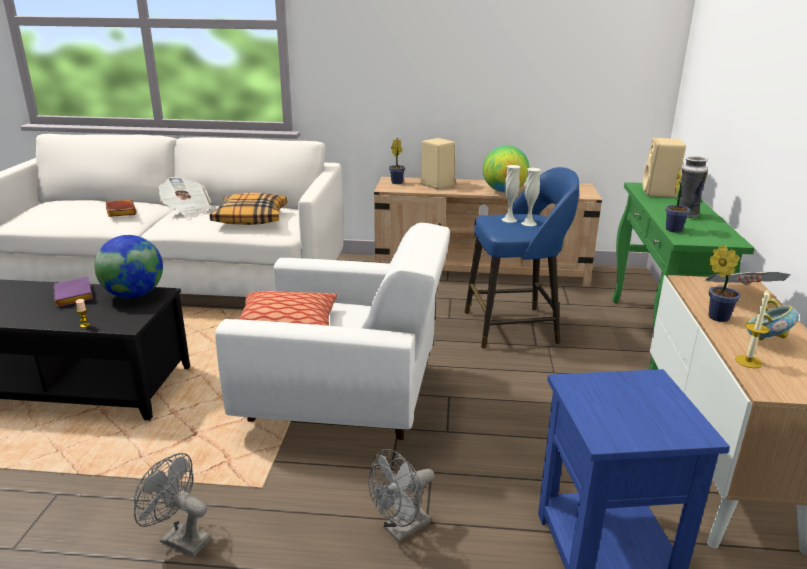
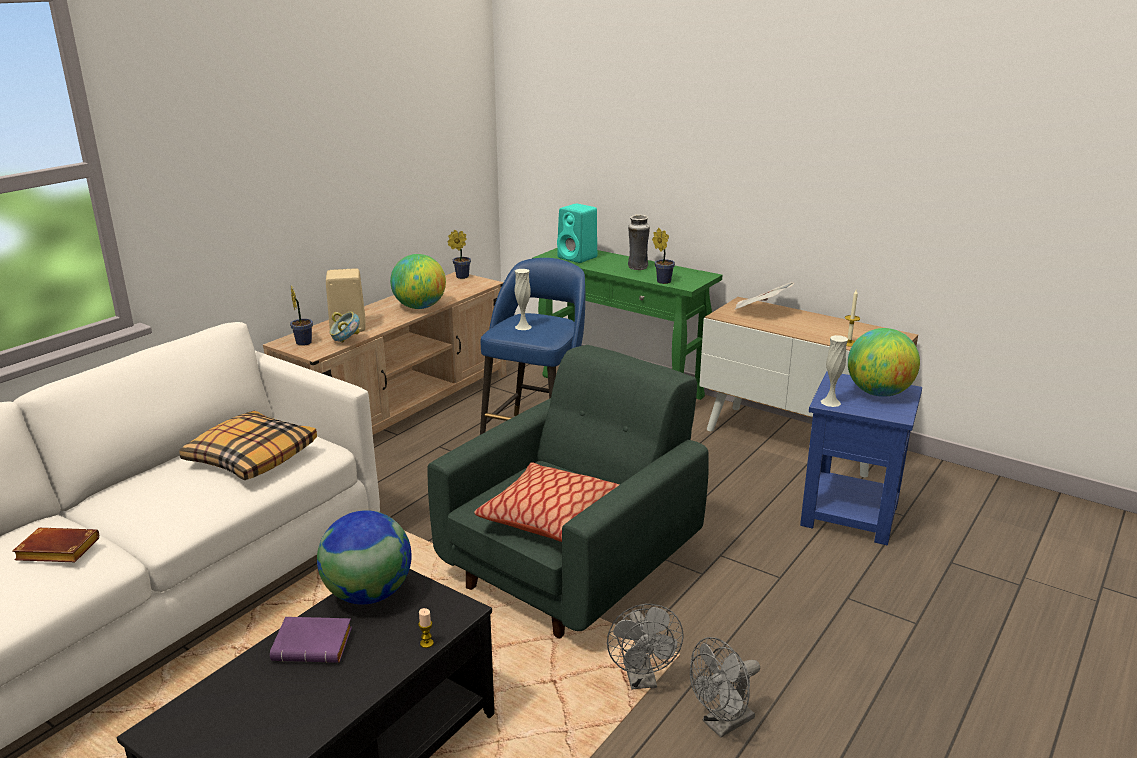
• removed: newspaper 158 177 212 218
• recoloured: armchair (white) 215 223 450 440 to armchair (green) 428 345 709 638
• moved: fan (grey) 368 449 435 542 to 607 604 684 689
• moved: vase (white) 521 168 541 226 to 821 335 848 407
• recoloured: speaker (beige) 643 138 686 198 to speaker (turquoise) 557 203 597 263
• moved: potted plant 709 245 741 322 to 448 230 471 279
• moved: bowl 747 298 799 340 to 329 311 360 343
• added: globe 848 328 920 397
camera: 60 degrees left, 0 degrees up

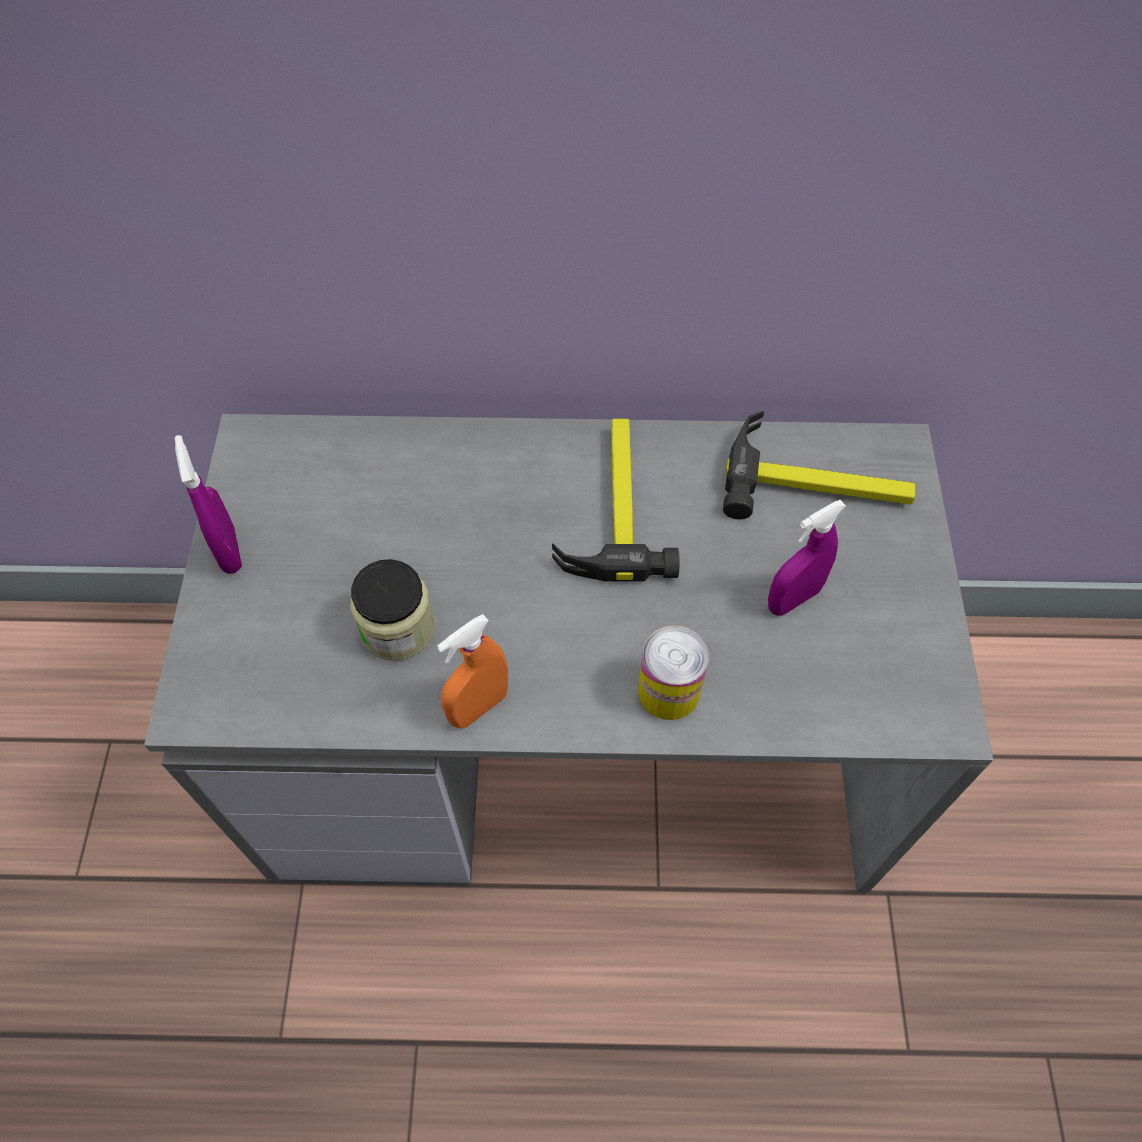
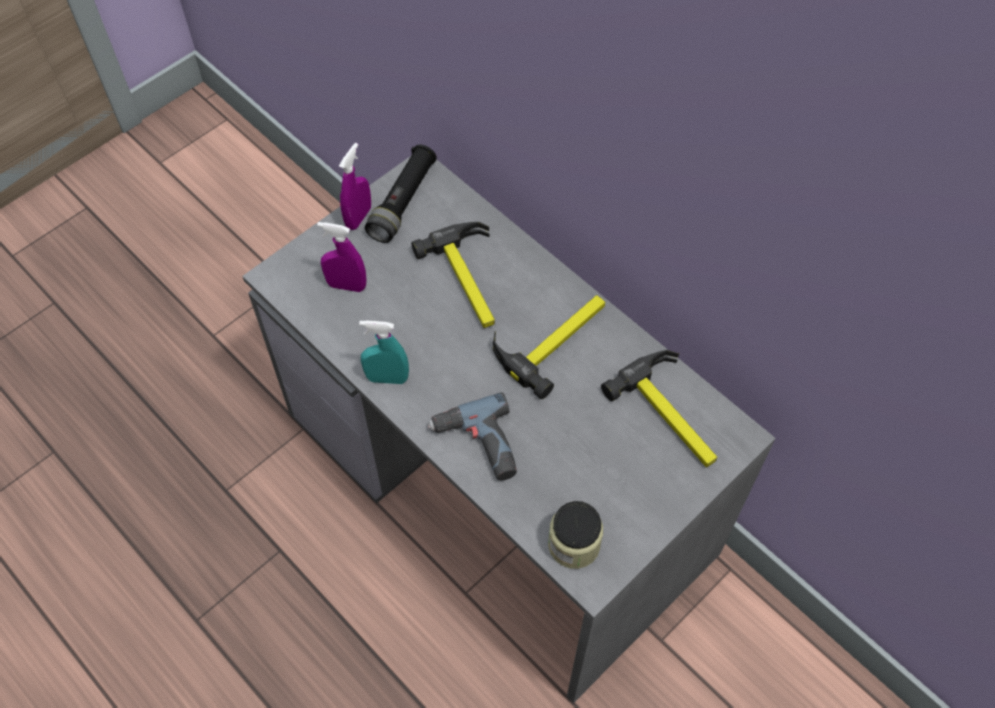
• moved: jar 350 559 435 661 to 548 501 603 569
• recoloured: spray bottle (orange) 437 614 508 728 to spray bottle (turquoise) 359 320 409 384
• replaced: can 638 625 709 720 to power drill 427 393 517 480
• moved: spray bottle (purple) 768 500 846 616 to 317 222 367 292
• added: flashlight (black) 365 144 437 243
• added: hammer 411 222 495 328
camera: 45 degrees right, 0 degrees up

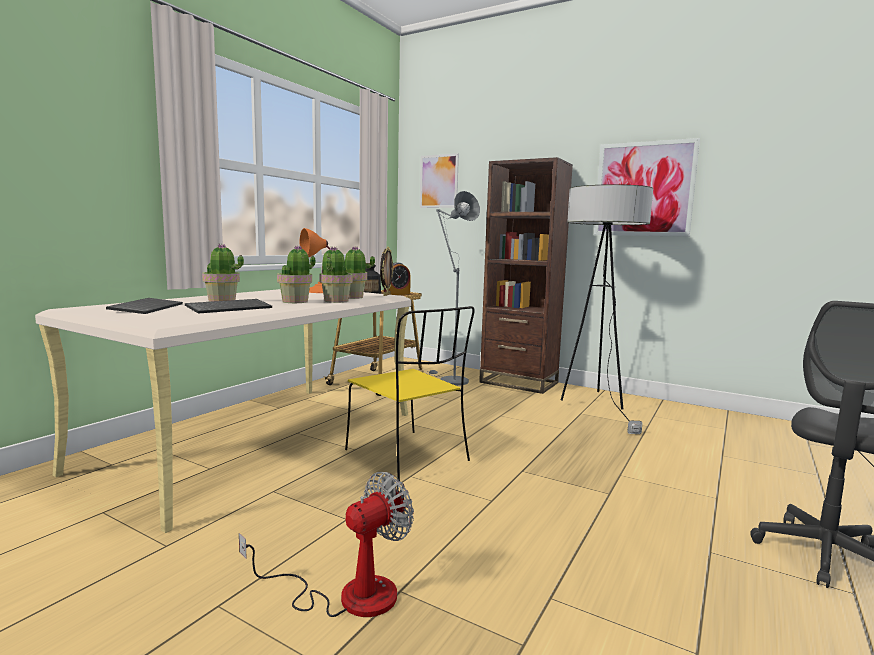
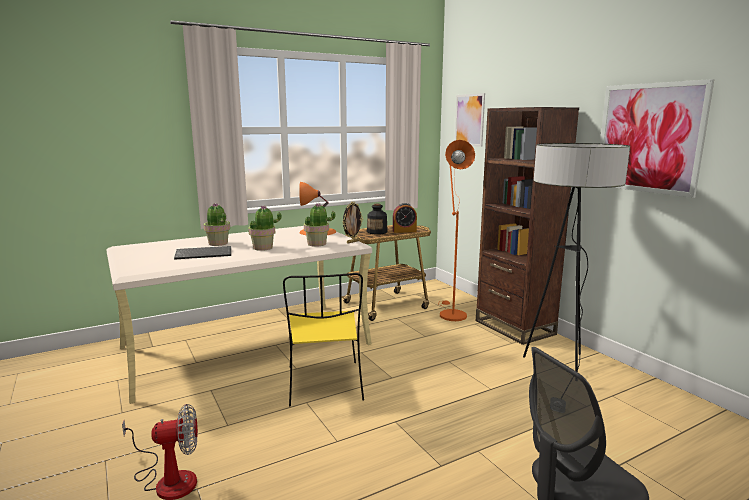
• removed: keyboard 106 298 183 314
• removed: potted plant 319 246 353 303
• recoloured: floor lamp (grey) 427 191 480 386 to floor lamp (orange) 440 140 475 321
camera: 30 degrees right, 5 degrees up

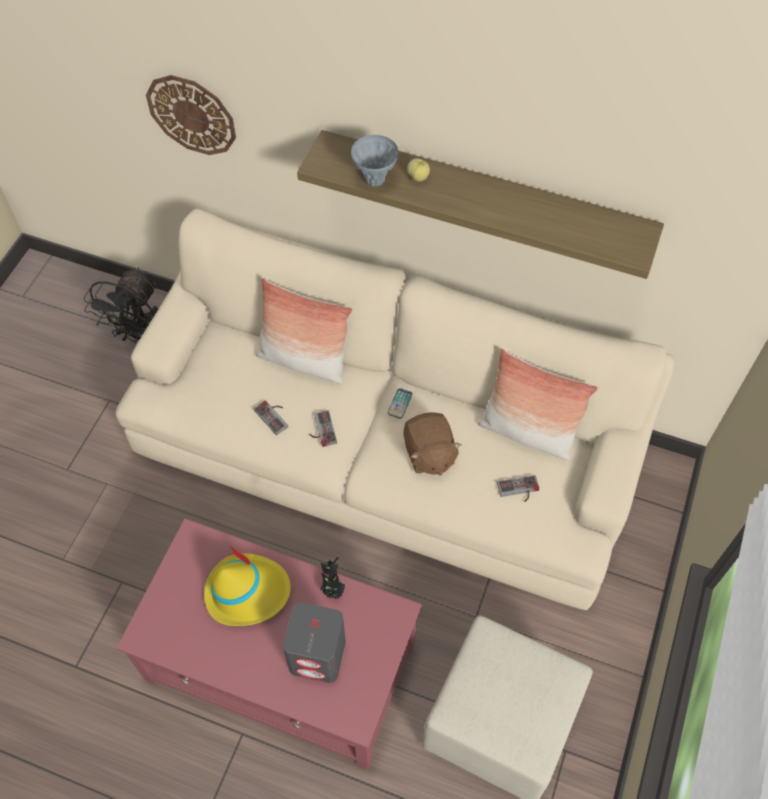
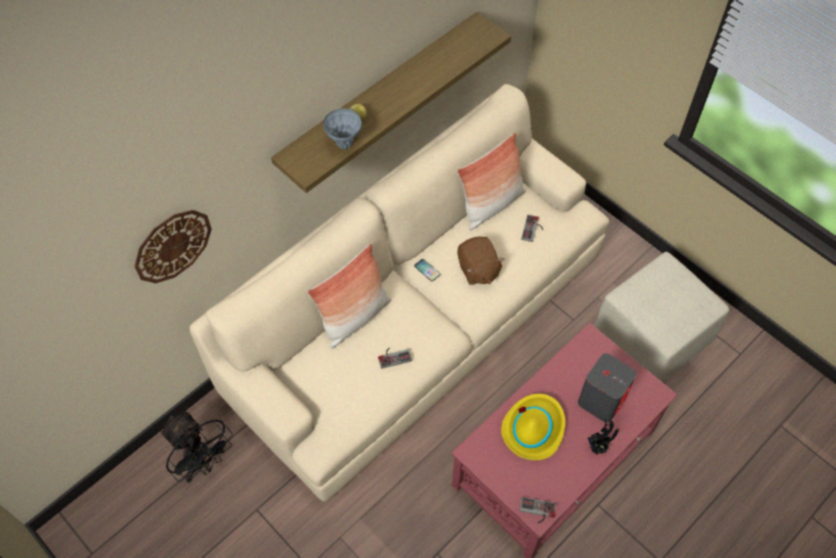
• moved: game controller 309 410 337 447 to 520 497 556 523
• moved: potted plant 320 557 346 599 to 588 418 619 455
• turned: plush toy (brown) 403 412 462 476 = 457 237 504 285 60 degrees clockwise
camera: 65 degrees left, 0 degrees up

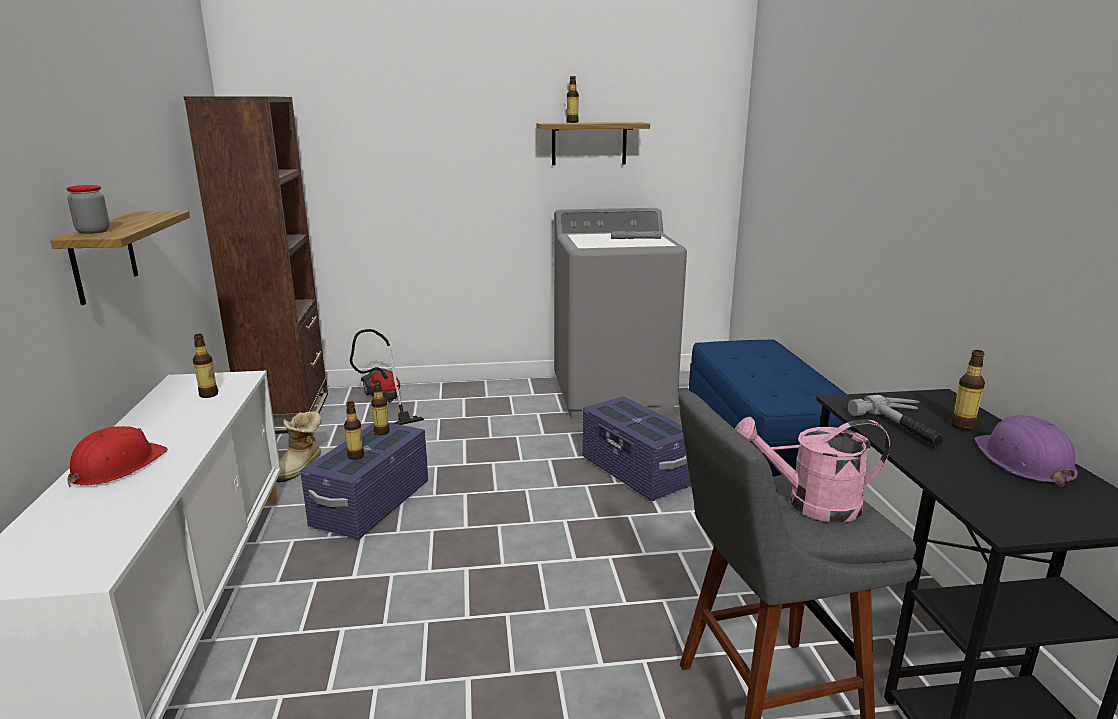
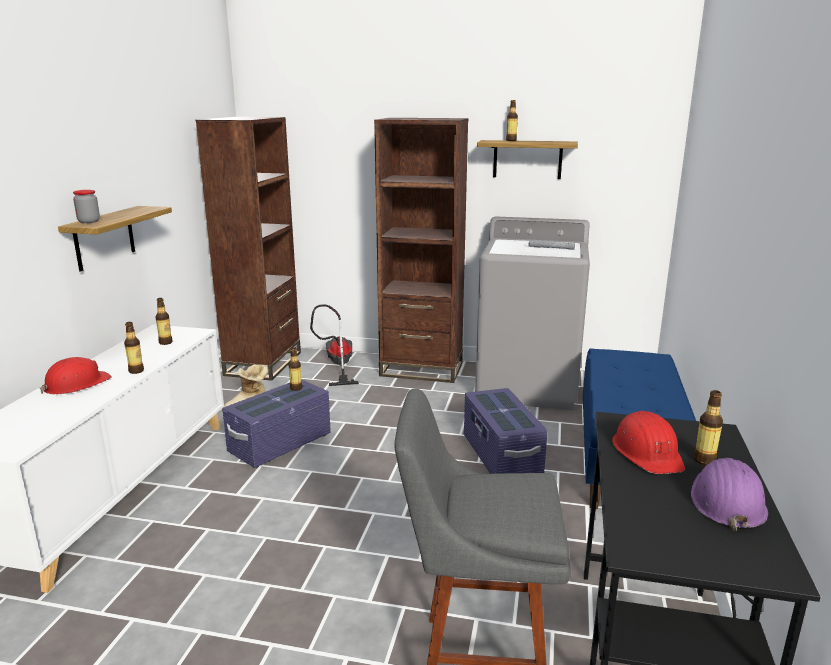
• moved: bottle 344 401 364 460 to 124 322 144 374
• removed: watering can (pink) 735 417 890 523
• replaced: hammer 848 395 943 446 to hard hat (red) 612 411 685 474
• added: bookcase (brown) 374 118 468 383
camera: 20 degrees right, 0 degrees up

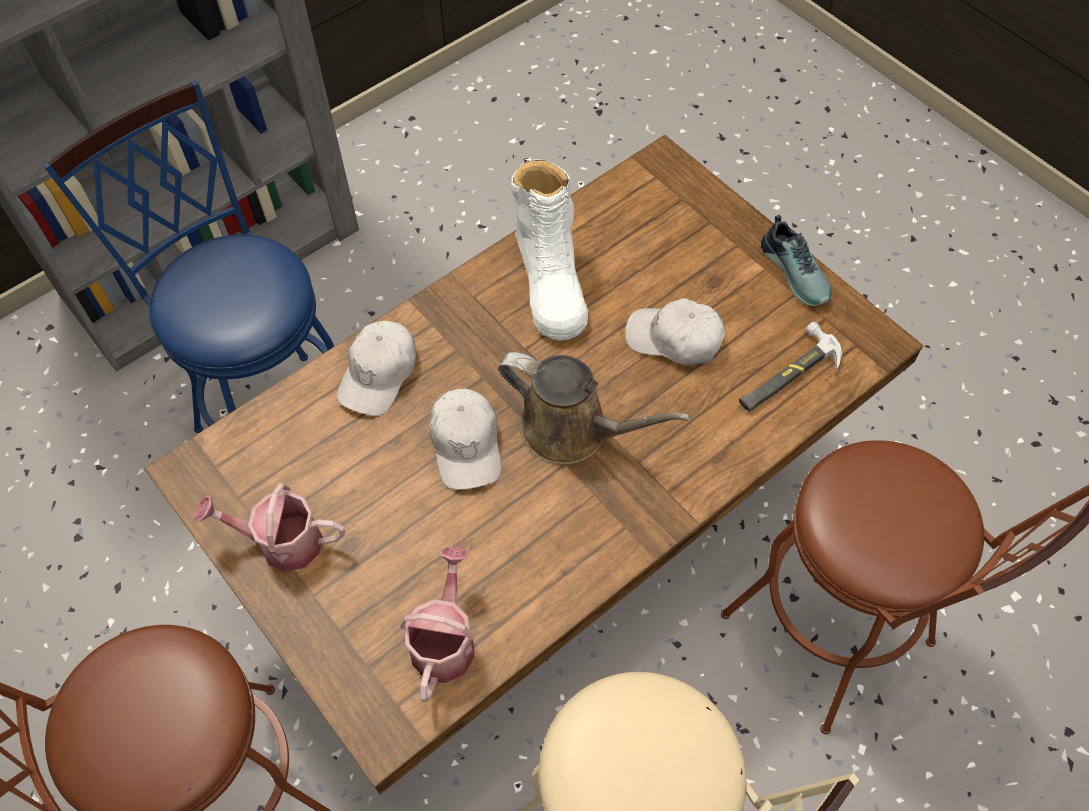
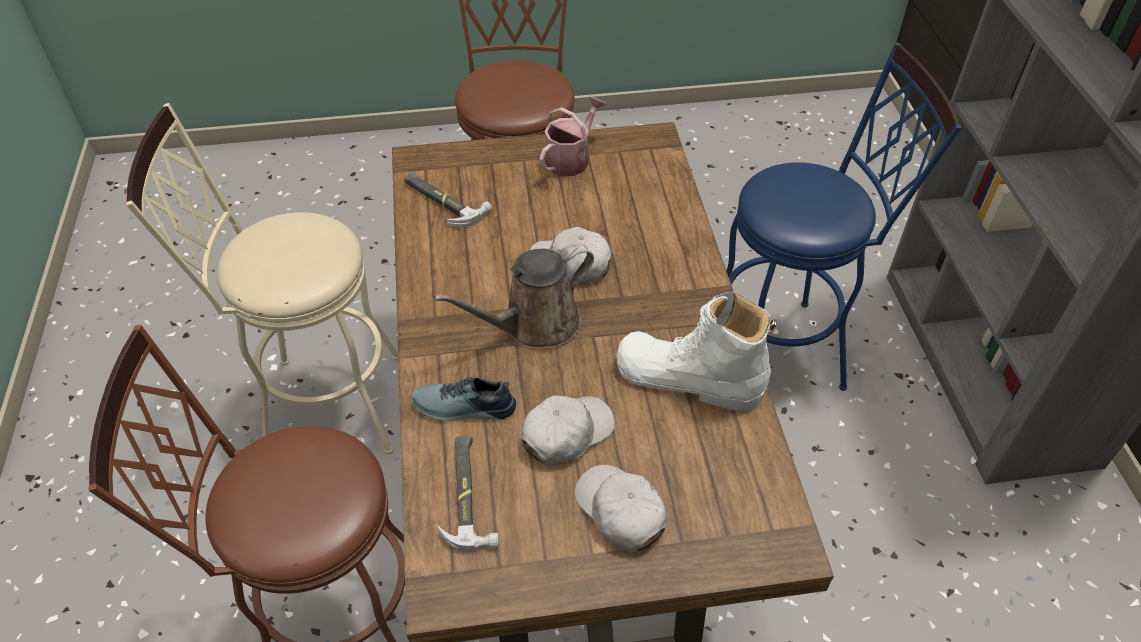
• moved: cap (white) 337 321 416 416 to 575 465 667 552
• replaced: watering can 400 547 475 702 to hammer 404 172 493 227
• moved: shoe 761 215 832 306 to 412 377 516 421
camera: 120 degrees right, 10 degrees down

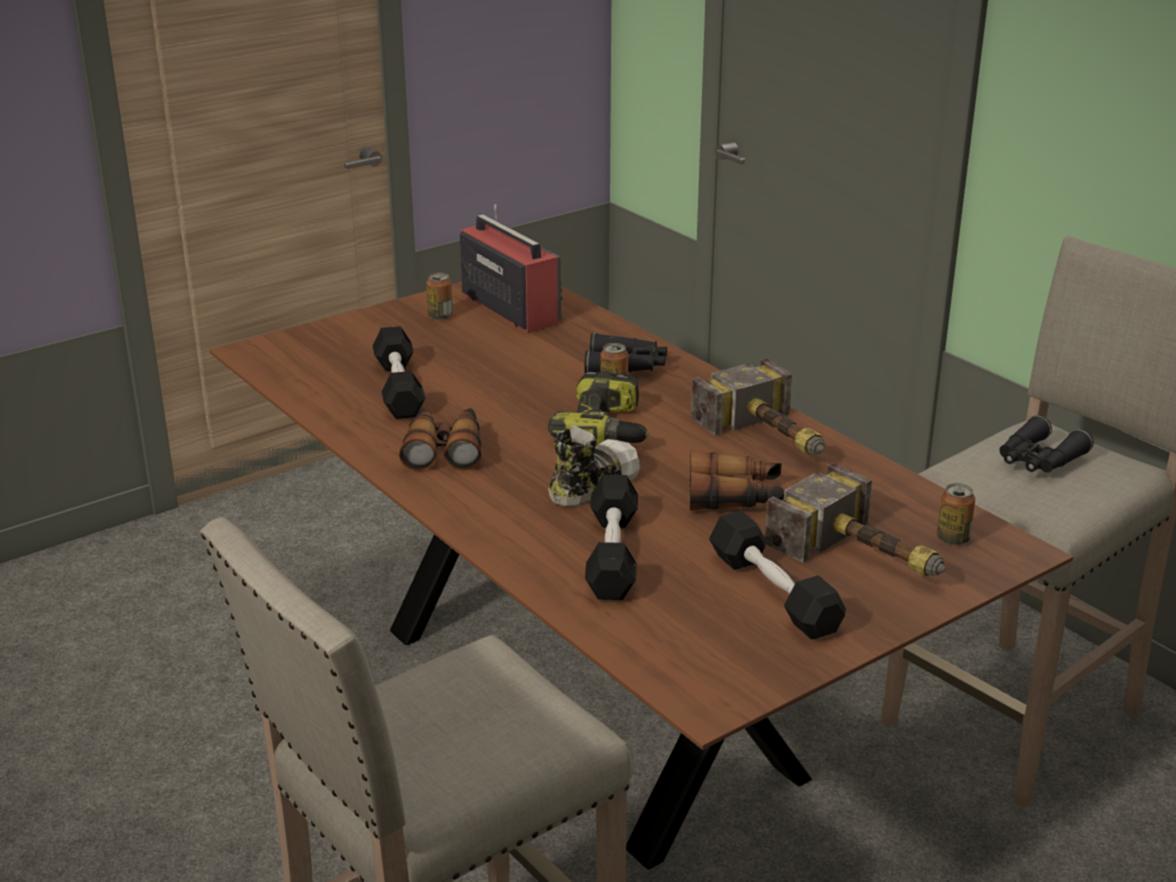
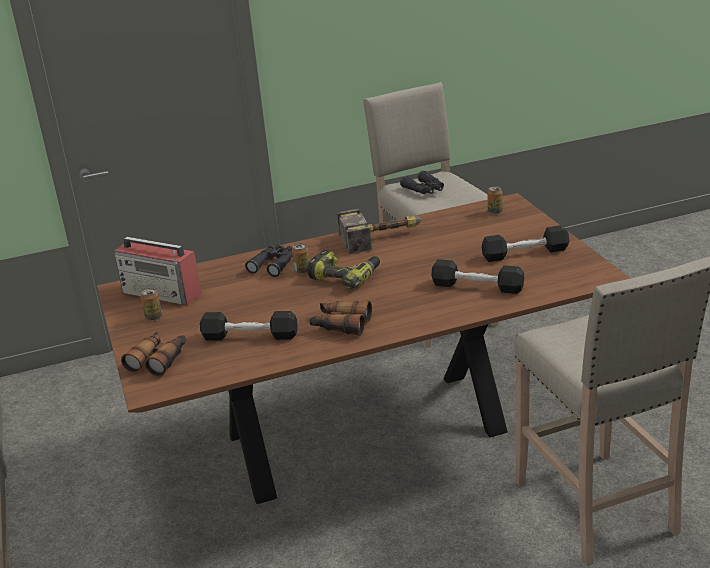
• turned: radio 460 204 562 333 = 114 237 202 305 135 degrees counterclockwise
• removed: shoe 548 426 640 506
• moved: binoculars 690 450 784 510 to 121 332 186 377
• removed: hammer 765 463 945 576
camera: 70 degrees left, 0 degrees up

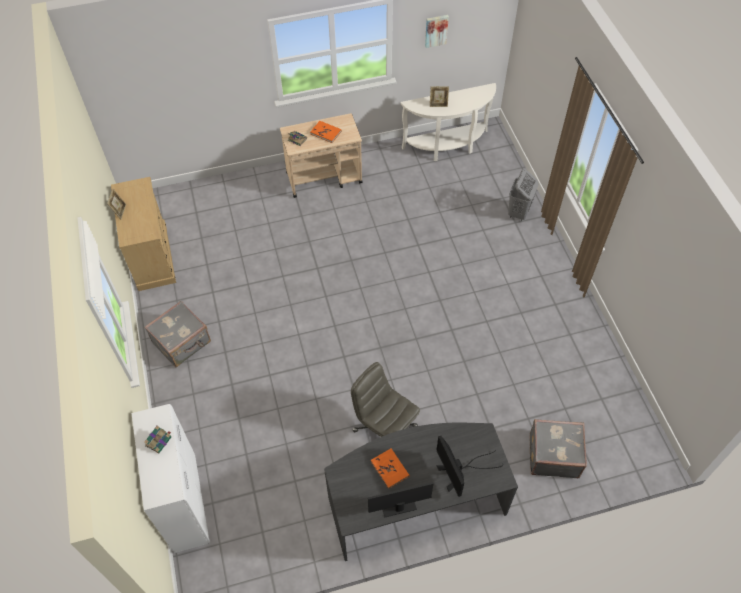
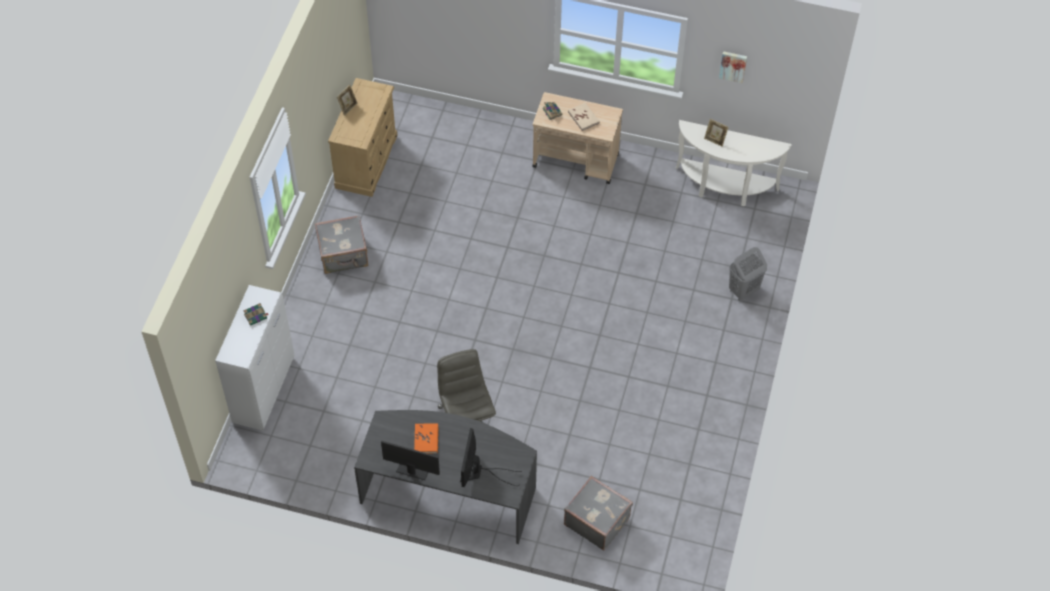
• recoloured: book (orange) 310 121 342 143 to book (beige) 568 103 600 131
camera: 30 degrees right, 0 degrees up

